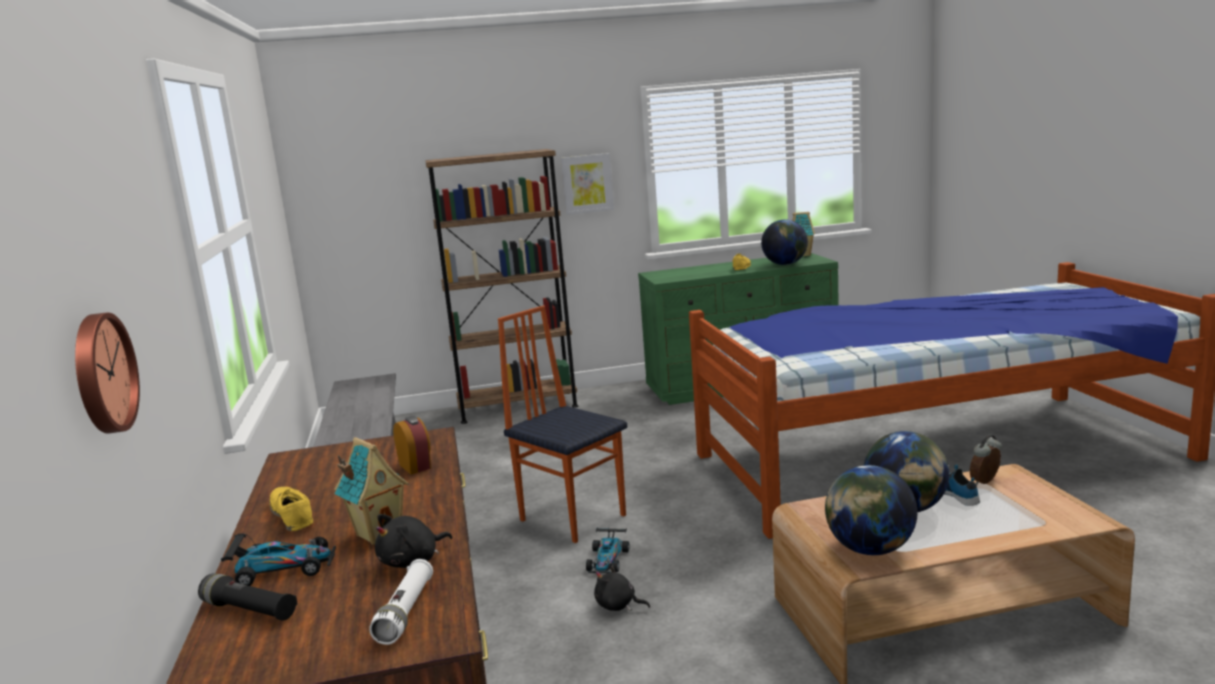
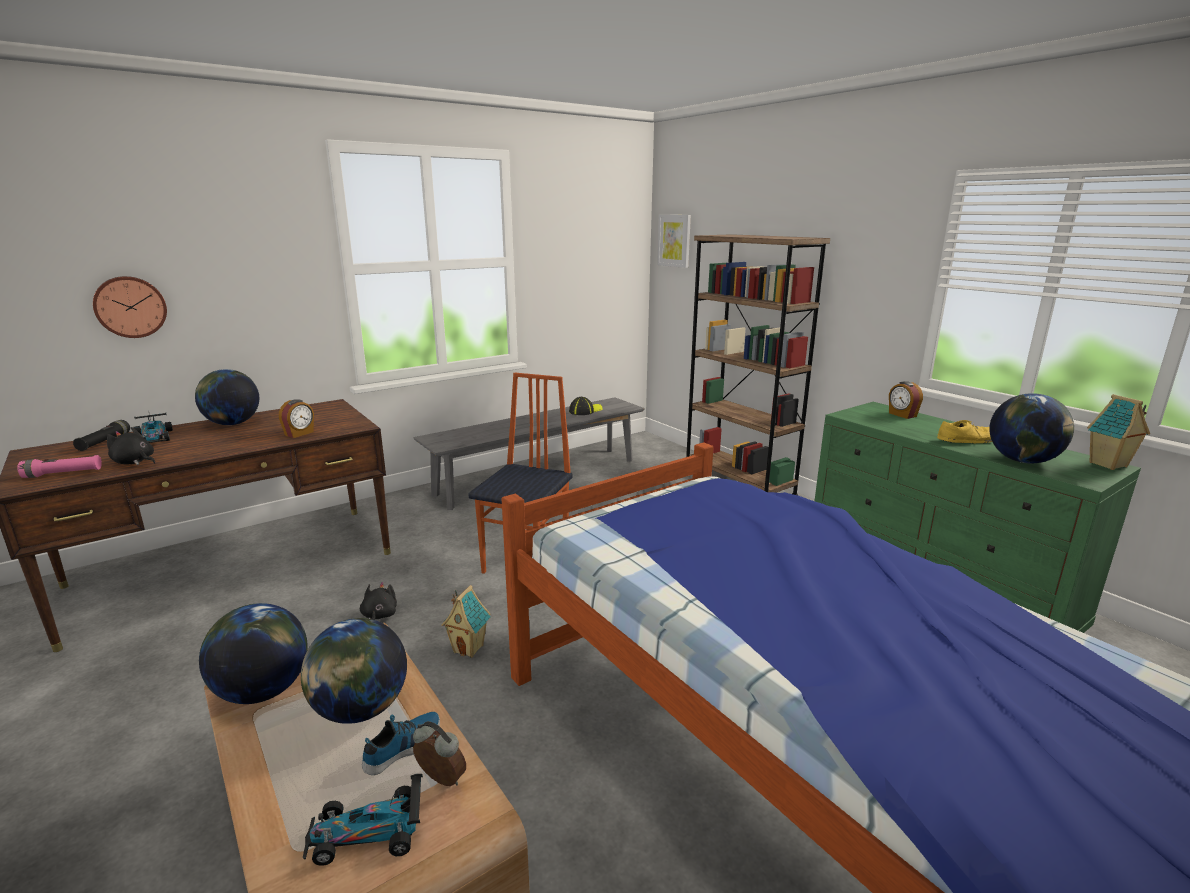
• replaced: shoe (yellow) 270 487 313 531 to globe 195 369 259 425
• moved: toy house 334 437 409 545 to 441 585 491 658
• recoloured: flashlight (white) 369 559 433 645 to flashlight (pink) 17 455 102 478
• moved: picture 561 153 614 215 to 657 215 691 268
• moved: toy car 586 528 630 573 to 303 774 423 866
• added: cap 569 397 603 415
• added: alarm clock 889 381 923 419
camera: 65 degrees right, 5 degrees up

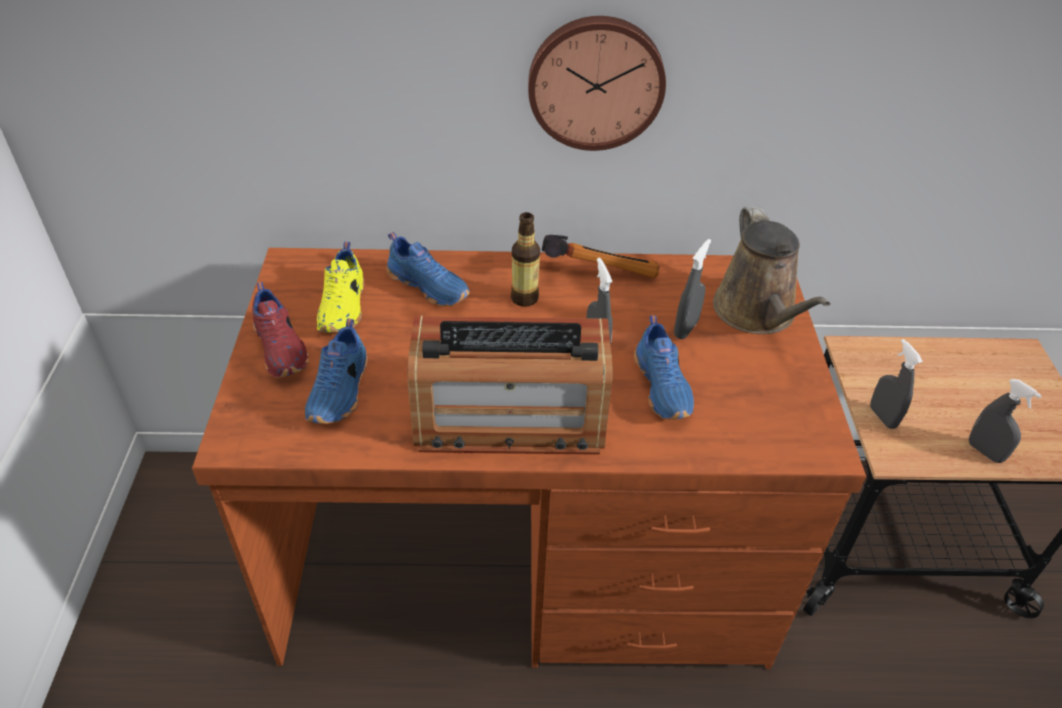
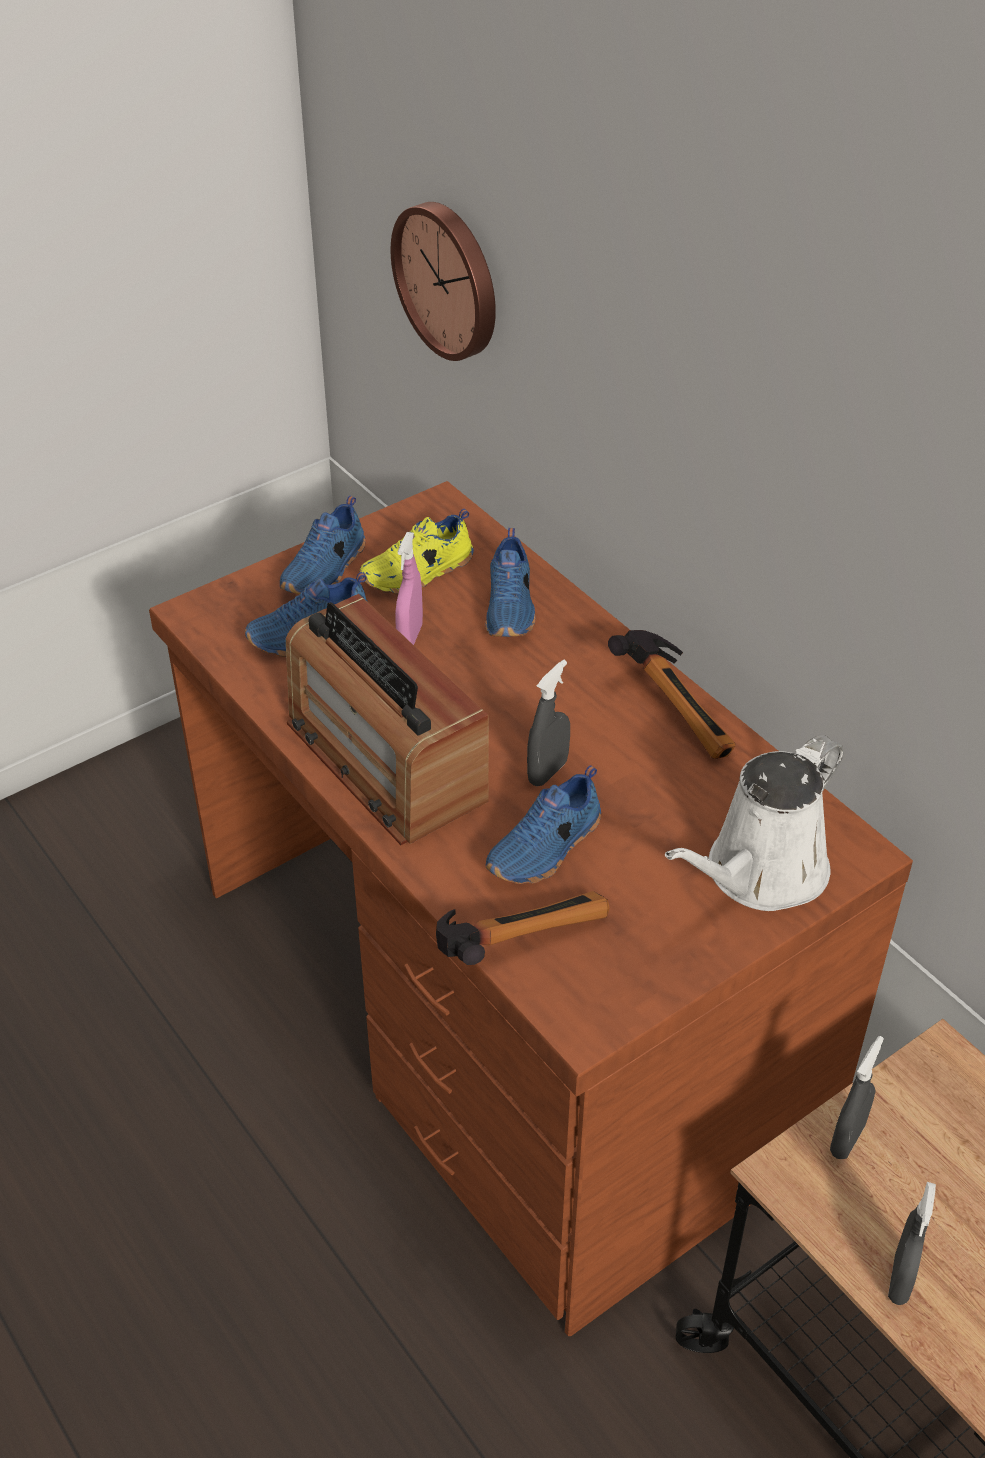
• recoloured: shoe (red) 252 282 309 378 to shoe (blue) 280 496 365 595
• removed: bottle 511 212 540 307
• moved: wall clock 528 16 666 151 to 391 202 496 361
• removed: spray bottle (grey) 674 239 711 339
• recoloured: watering can (brown) 713 206 830 334 to watering can (white) 665 735 844 911
• added: spray bottle (pink) 395 532 423 645
• added: hammer 436 891 610 965
camera: 55 degrees right, 0 degrees up

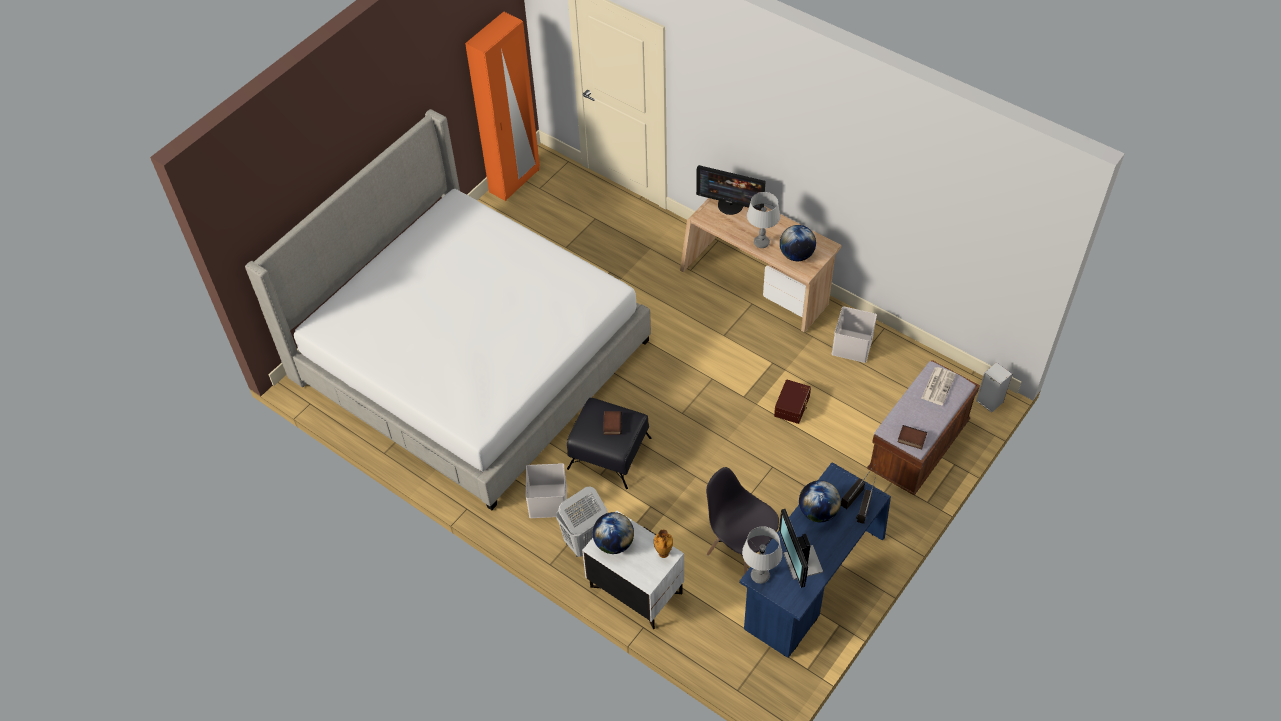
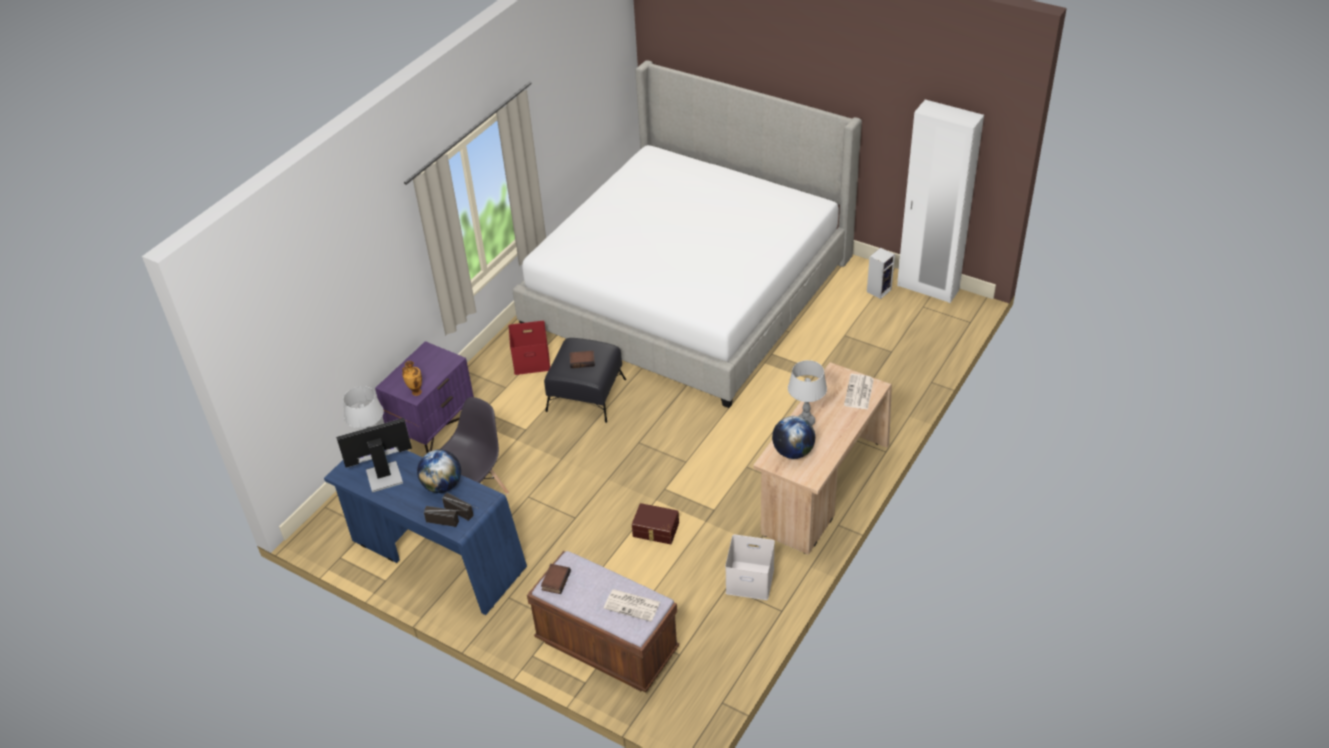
• recoloured: wardrobe (orange) 465 12 540 201 to wardrobe (white) 897 100 984 303
• recoloured: storage box (white) 526 463 567 518 to storage box (red) 509 321 550 375
• removed: laundry basket (white) 556 487 608 557
• recoloured: nightstand (white) 582 510 684 629 to nightstand (purple) 375 341 474 453
• removed: globe 593 512 634 554
• replaced: monitor 696 165 766 215 to newspaper 844 374 874 410
• moved: speaker 976 362 1012 413 to 867 248 895 299
camera: 85 degrees right, 10 degrees down

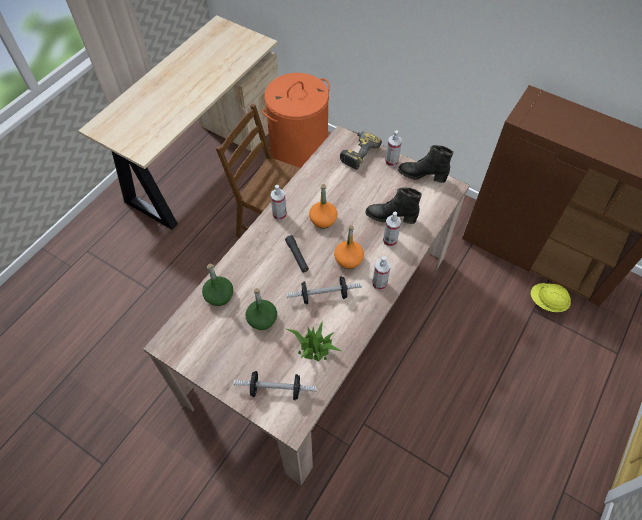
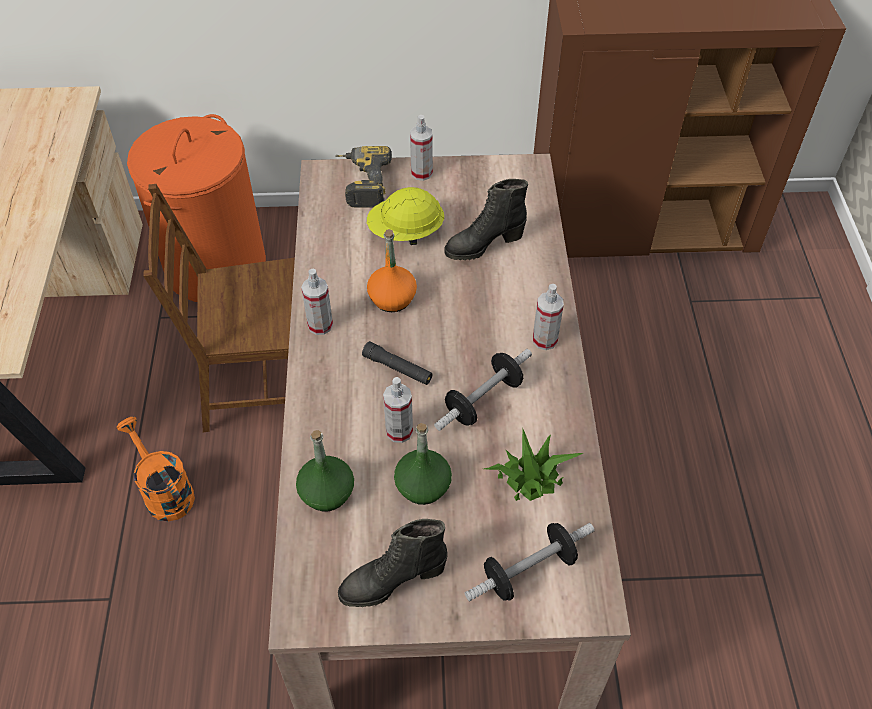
• removed: bottle (orange) 334 225 364 269
• moved: spray bottle 383 211 401 247 to 383 377 413 443
• moved: boot (black) 398 145 453 183 to 338 519 448 607
• moved: hard hat (yellow) 531 283 571 312 to 367 187 444 245
• added: watering can (orange) 117 417 195 522
camera: 35 degrees left, 5 degrees down

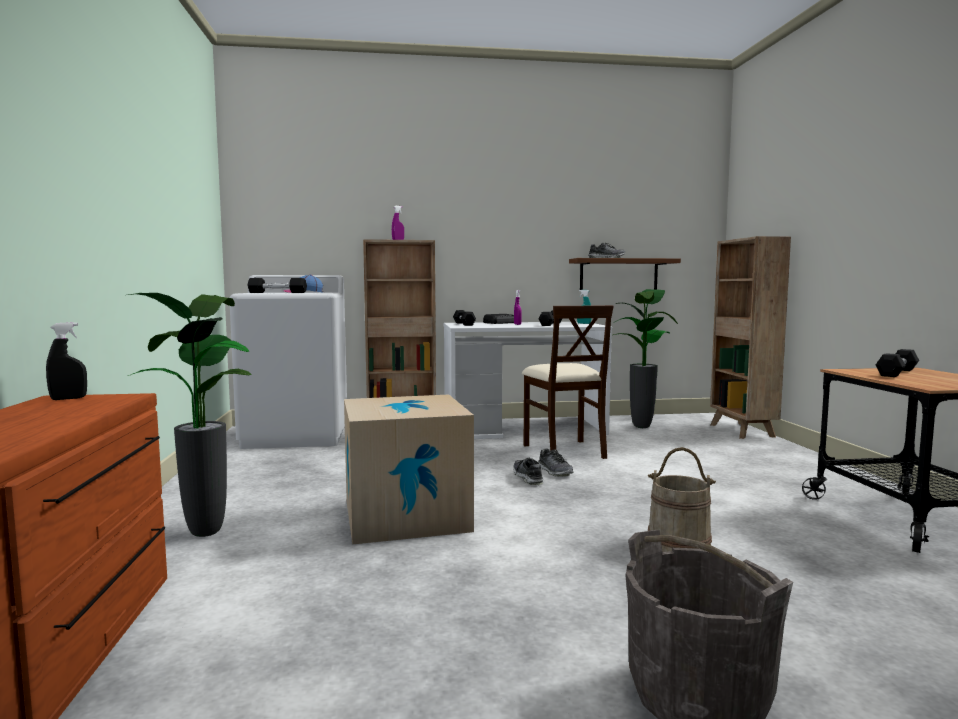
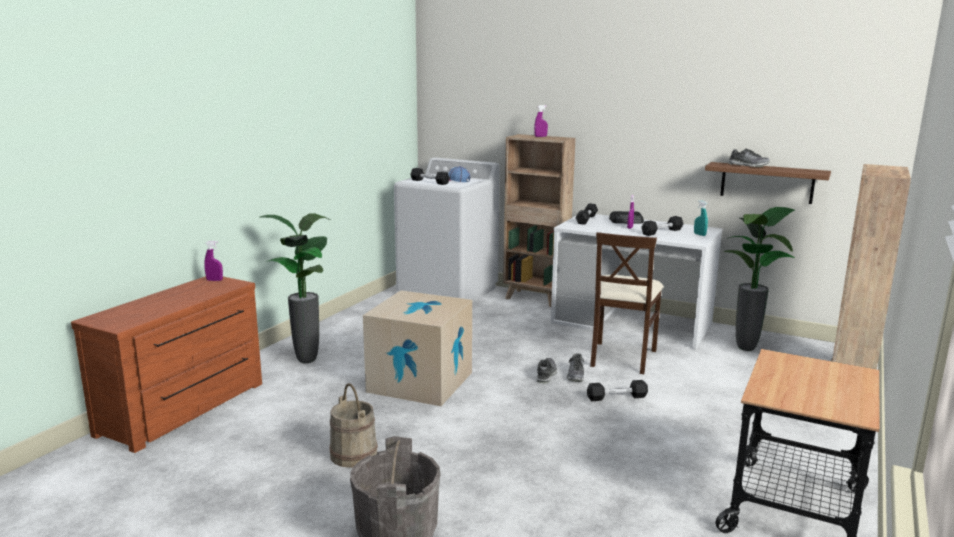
• recoloured: spray bottle (black) 46 322 87 400 to spray bottle (purple) 204 241 223 281
• moved: bucket (beige) 648 447 716 552 to 329 383 378 468
• moved: dumbbell (black) 876 349 919 377 to 587 380 648 401
camera: 35 degrees right, 10 degrees up

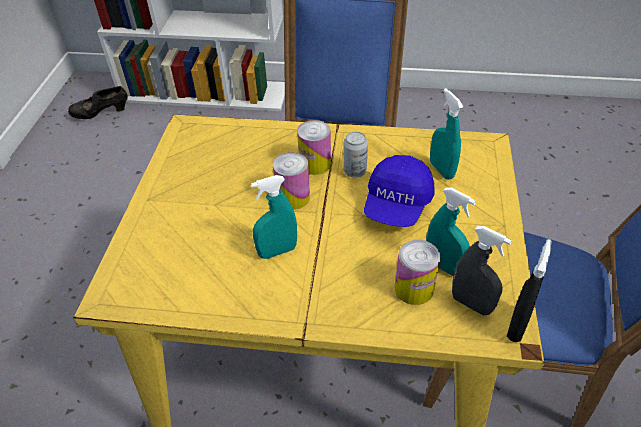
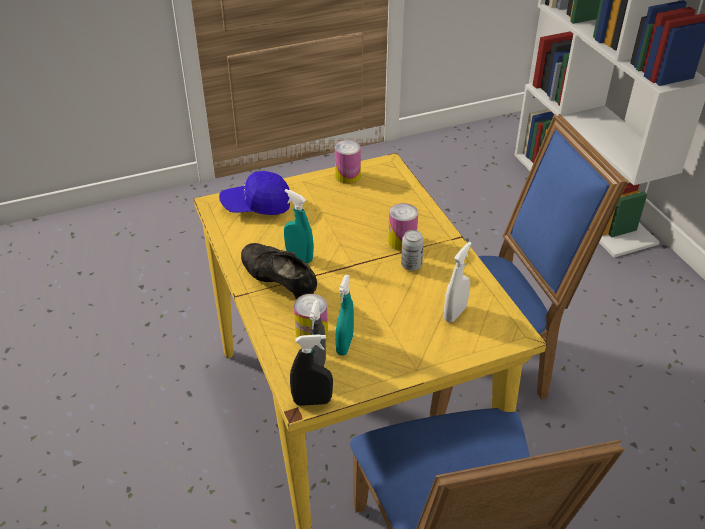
• moved: shoe (black) 68 86 128 119 to 241 243 317 299
• moved: can 273 152 310 210 to 335 140 361 184
• moved: cap (blue) 364 155 435 227 to 219 171 290 215
• recoloured: spray bottle (turquoise) 430 88 463 180 to spray bottle (white) 444 242 472 323
camera: 60 degrees right, 5 degrees down

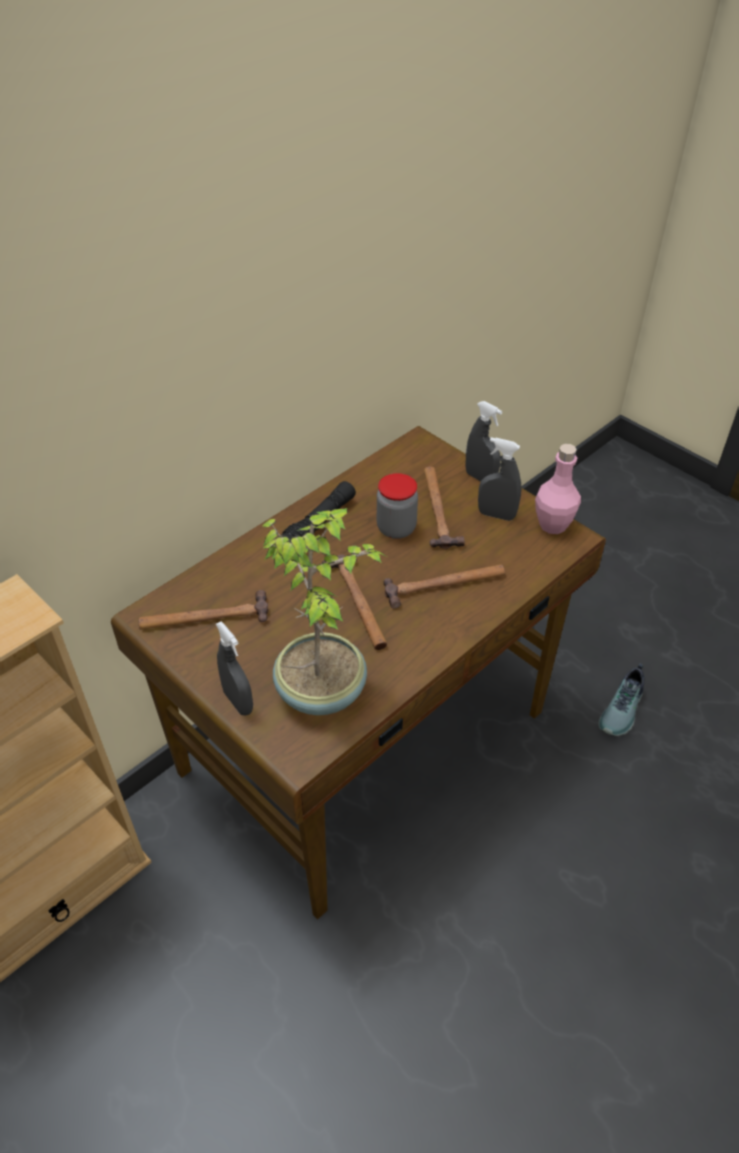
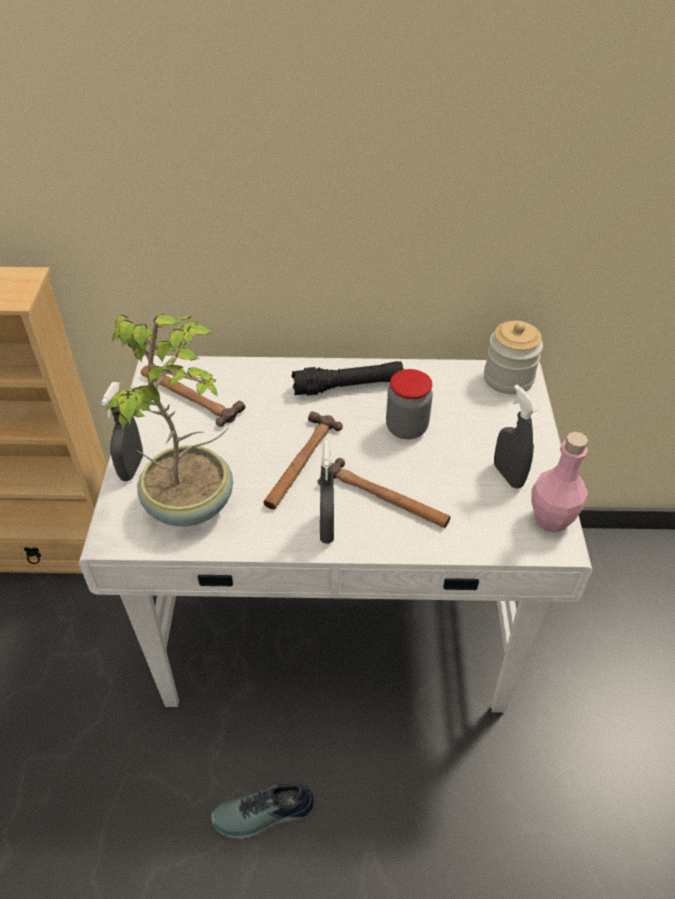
• recoloured: desk (brown) 111 426 606 919 to desk (white) 79 356 593 713
• removed: hammer 424 466 465 549
• moved: spray bottle (grey) 466 401 502 482 to 320 441 334 544
• moved: shoe 598 663 644 736 to 211 783 314 839
• added: jar 484 321 543 394
camera: 45 degrees right, 0 degrees up

